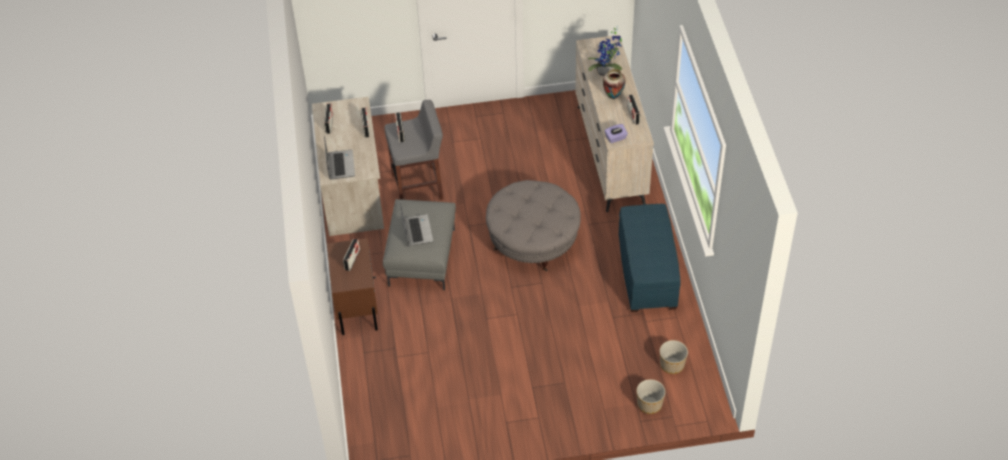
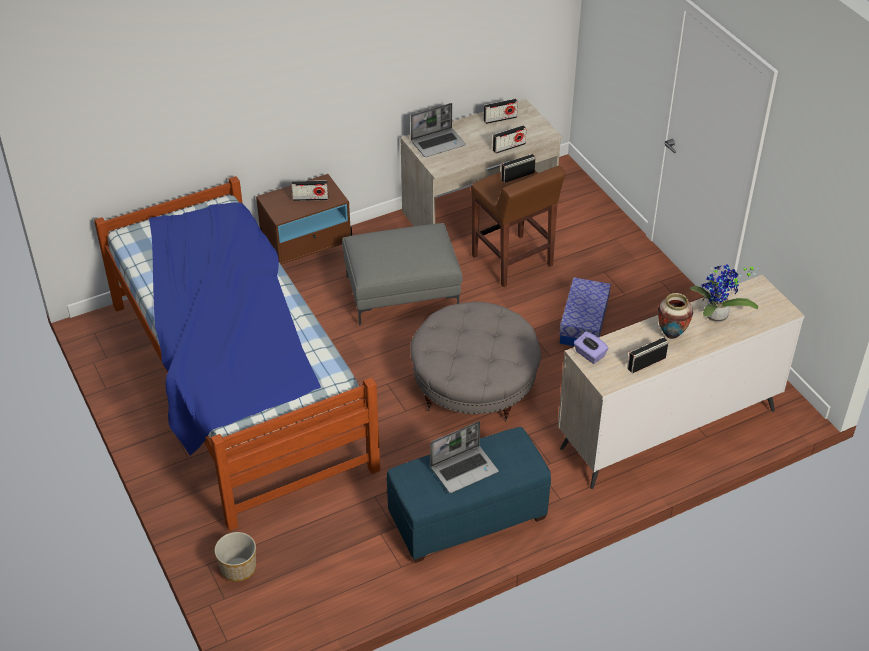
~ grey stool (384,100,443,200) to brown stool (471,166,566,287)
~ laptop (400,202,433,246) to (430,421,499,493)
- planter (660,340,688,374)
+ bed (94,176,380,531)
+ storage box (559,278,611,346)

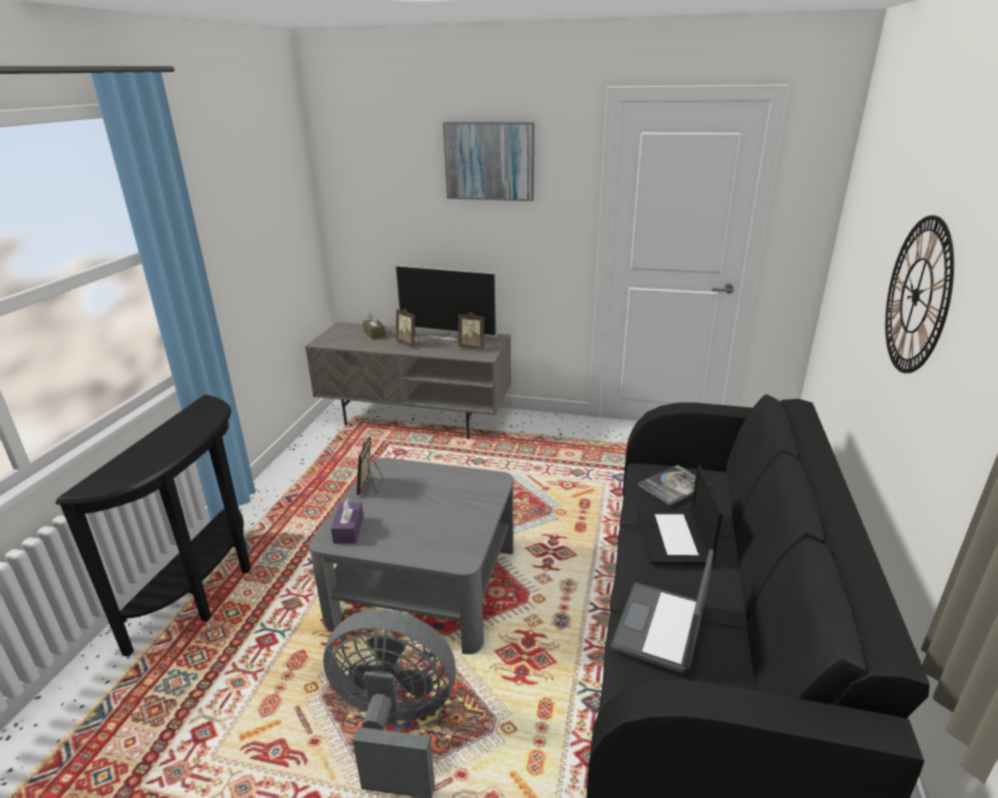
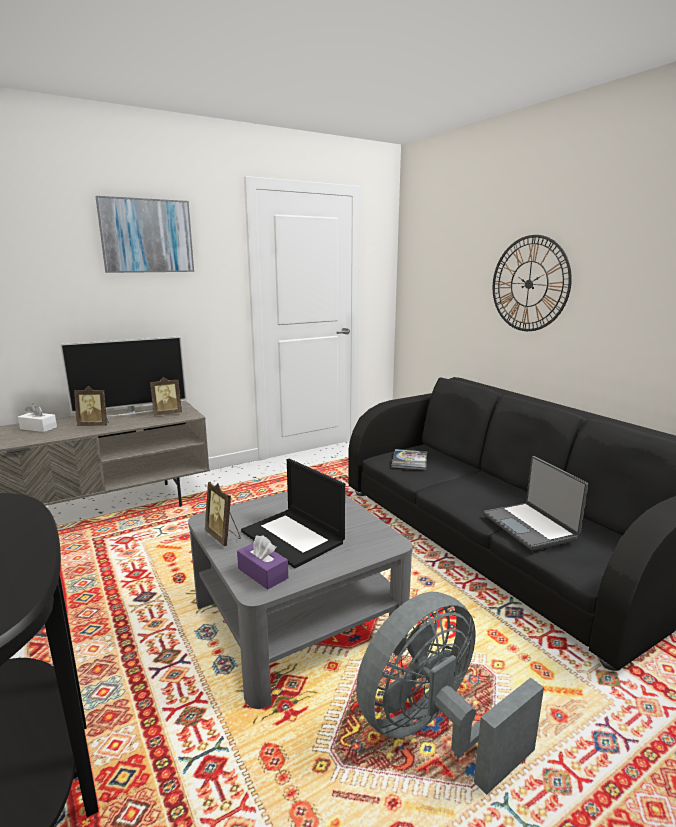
~ brown tissue box (363,313,386,340) to white tissue box (18,403,57,432)
~ laptop (637,466,723,565) to (241,459,345,568)

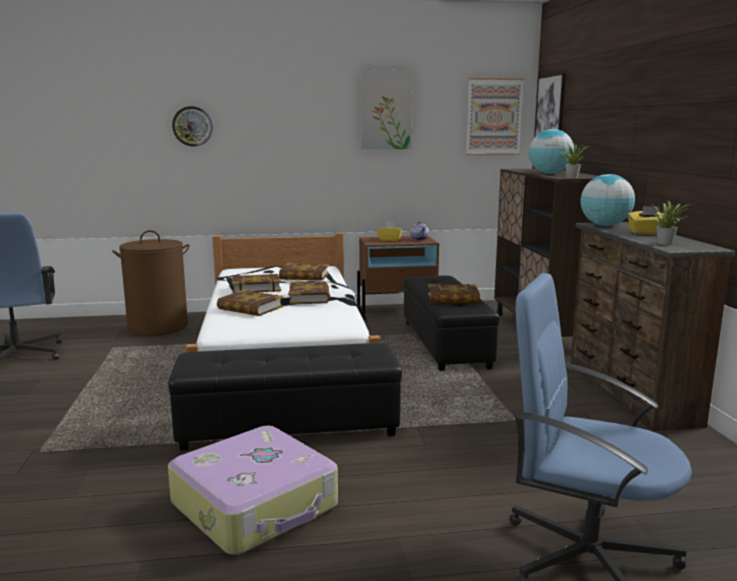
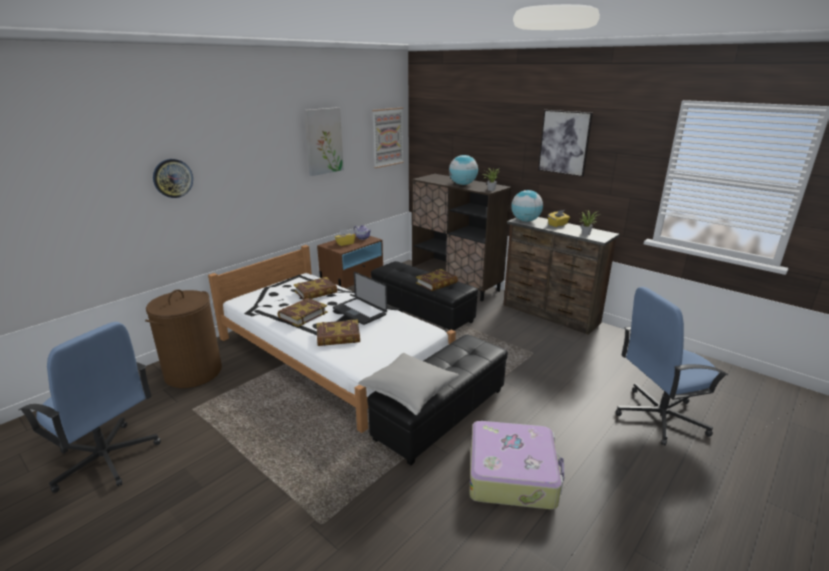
~ book (289,281,330,304) to laptop (333,272,387,325)
~ picture (535,73,566,136) to (538,110,593,177)
+ grey pillow (358,353,459,415)

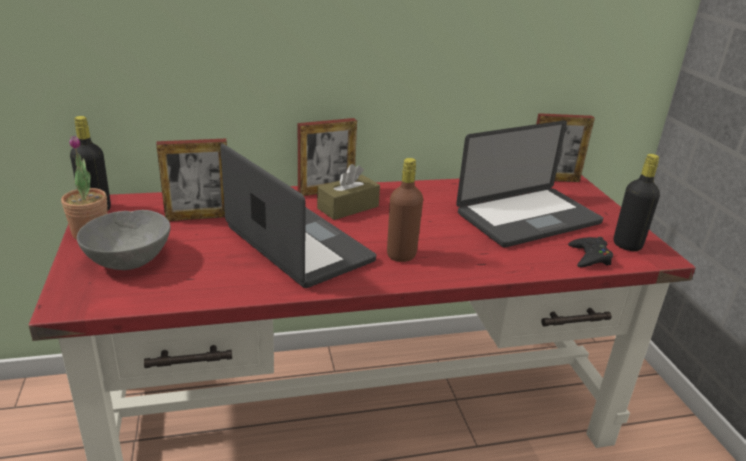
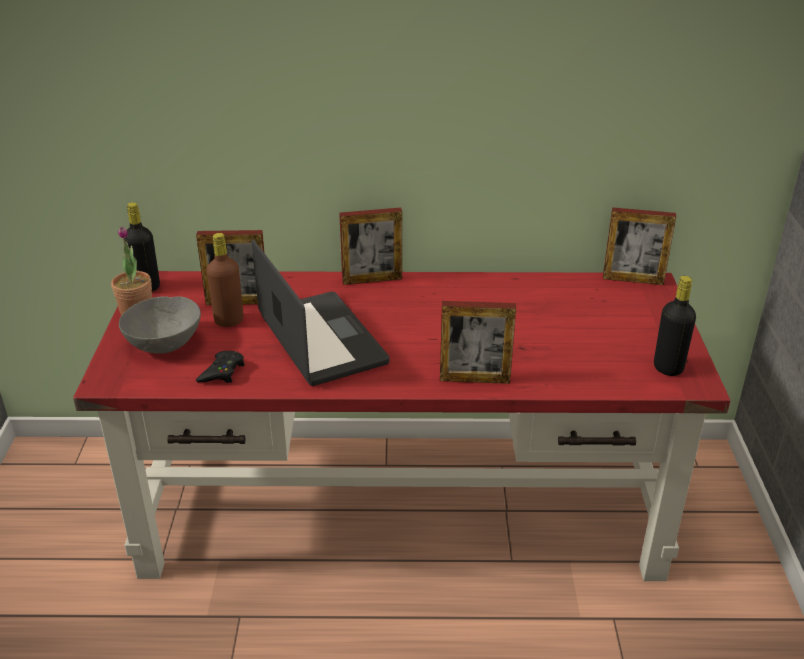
- brown tissue box (317,164,380,220)
~ brown bottle (387,158,423,262) to (206,233,243,327)
- laptop (456,120,603,247)
~ black game controller (568,237,613,267) to (196,351,245,383)
+ picture frame (440,301,516,384)

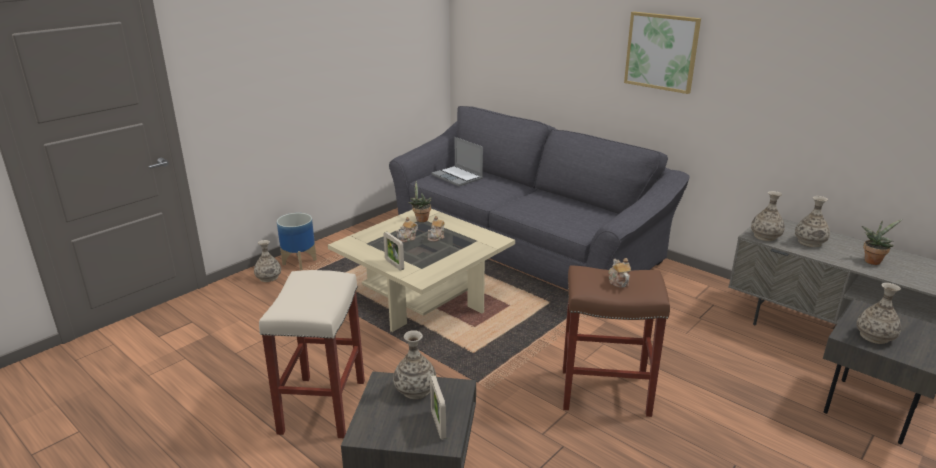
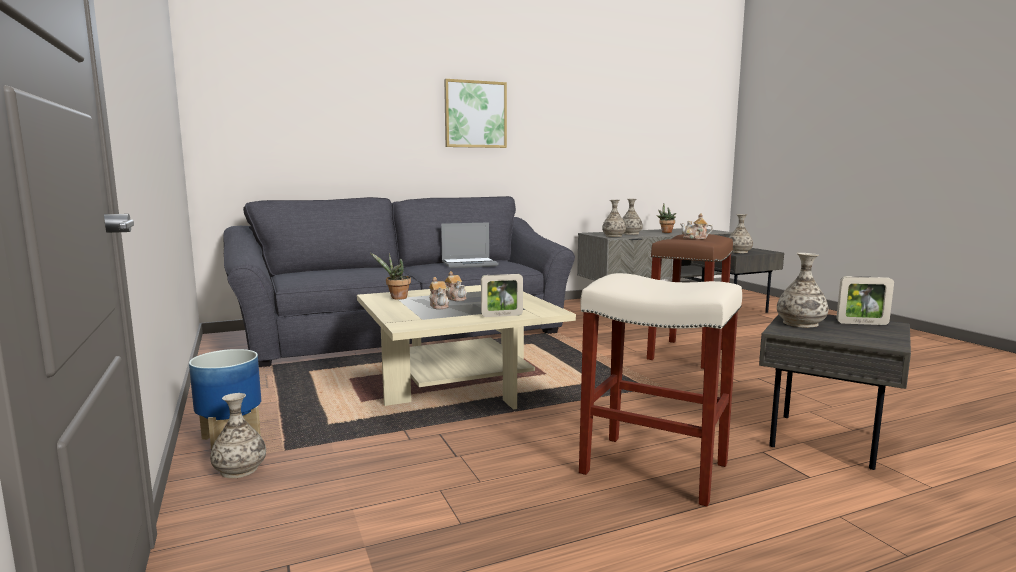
~ laptop (432,137,483,186) to (441,222,498,268)

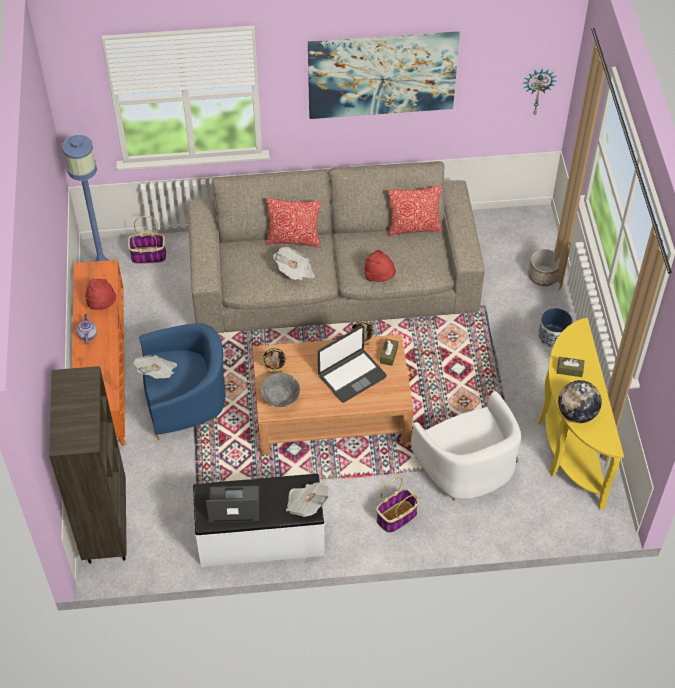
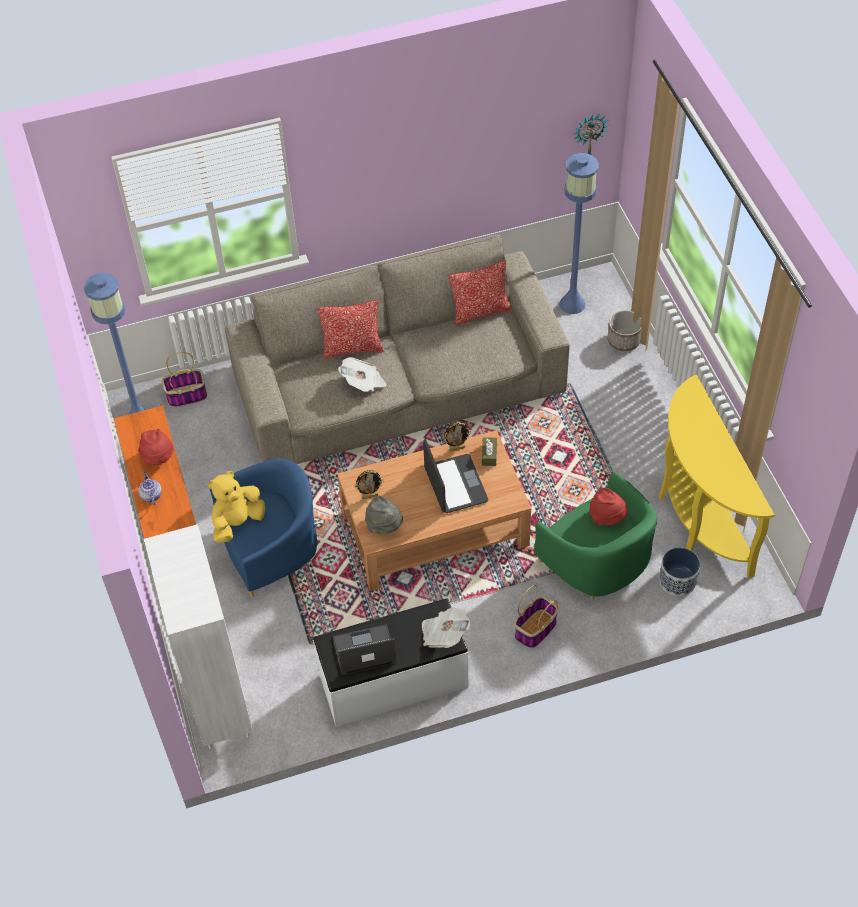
~ brown bookcase (49,366,127,564) to white bookcase (144,525,253,749)
~ newspaper (133,355,177,379) to yellow plush toy (208,471,265,543)
~ grey bowl (261,373,300,407) to grey hat (365,496,403,534)
- picture (308,31,460,119)
~ laptop (318,325,387,403) = (423,439,488,513) 60 degrees counterclockwise
~ red hat (364,250,396,282) to (589,488,628,525)
~ white armchair (411,391,521,501) to green armchair (534,472,657,600)
~ planter (538,308,573,349) to (659,547,700,596)
- brown tissue box (557,357,585,377)
- globe (558,380,602,423)
+ blue floor lamp (559,153,599,314)

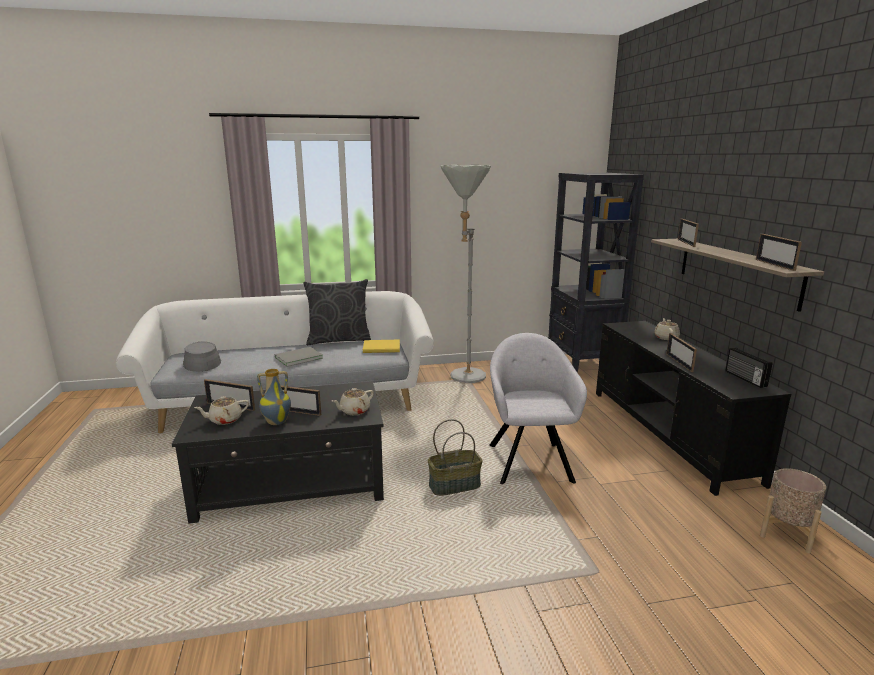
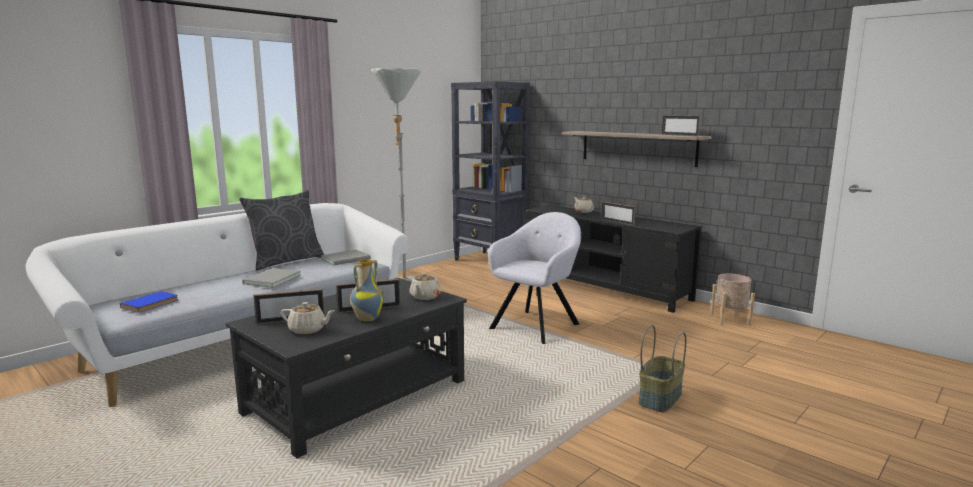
~ grey hat (183,342,221,372) to blue book (120,291,178,313)
~ beige teapot (194,396,249,425) = (281,302,335,334) 105 degrees counterclockwise
~ yellow book (363,340,400,353) to grey book (321,250,371,265)
~ basket (428,419,483,496) to (639,325,686,412)
~ grey armchair (490,333,587,484) = (488,212,581,344) 75 degrees clockwise
- picture frame (678,219,699,247)
- radio (726,348,772,388)

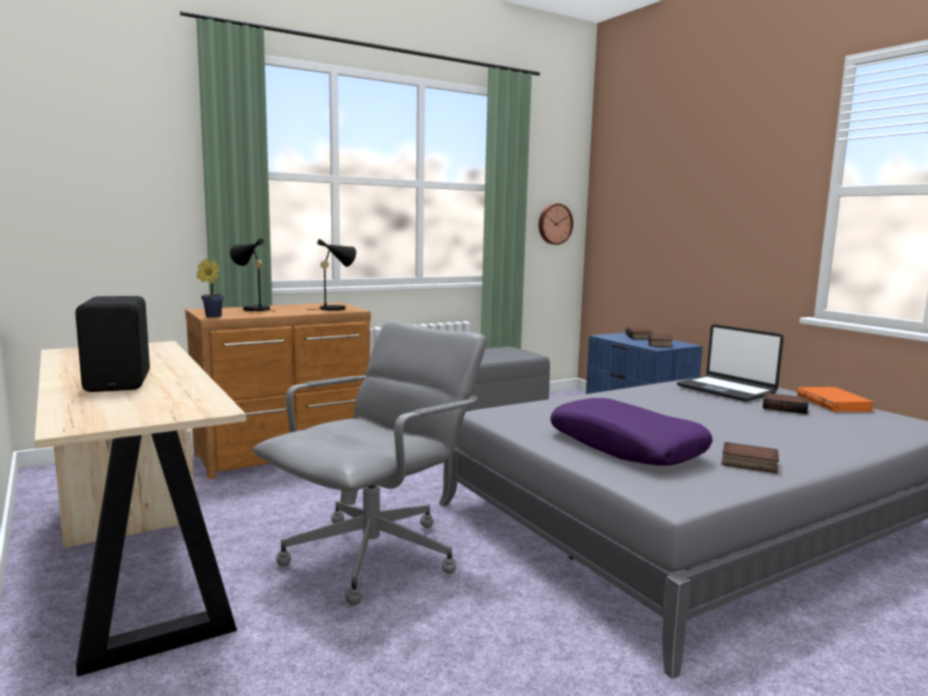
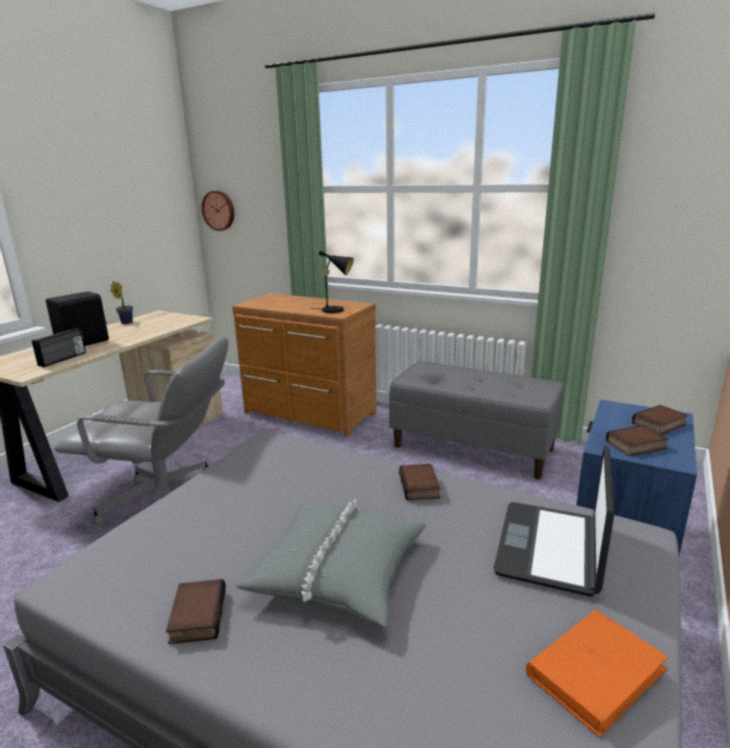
~ potted plant (197,259,224,318) to (110,281,133,324)
- black table lamp (230,238,273,311)
~ wall clock (539,204,573,245) to (202,191,234,231)
- purple pillow (550,398,713,466)
~ book (763,393,808,414) to (399,464,440,500)
+ radio (32,328,86,367)
+ grey pillow (236,499,426,627)

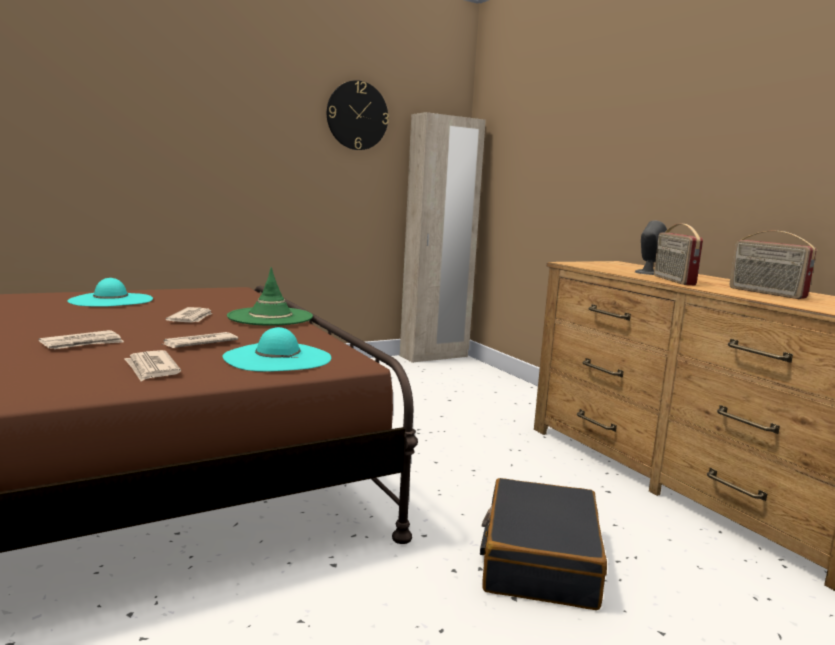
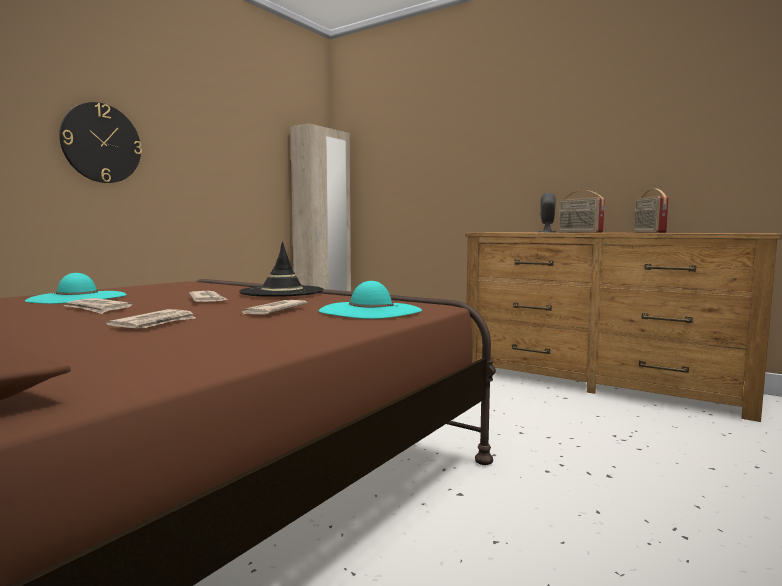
~ newspaper (124,350,181,381) to (64,298,132,314)
~ green hat (227,267,313,326) to black hat (239,242,323,297)
~ wall clock (327,80,389,150) to (59,102,142,183)
- black suitcase (480,478,607,610)
~ radio (729,231,816,299) = (634,188,669,233) 60 degrees clockwise

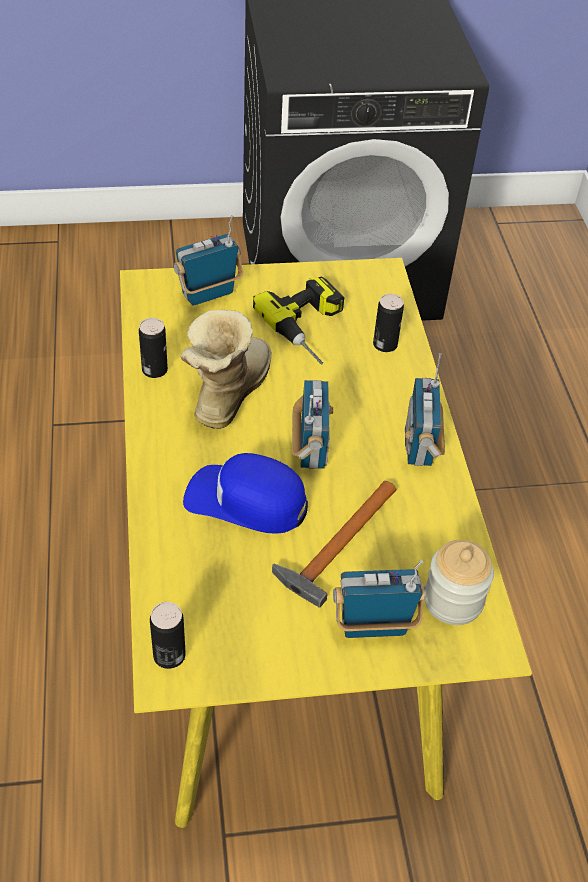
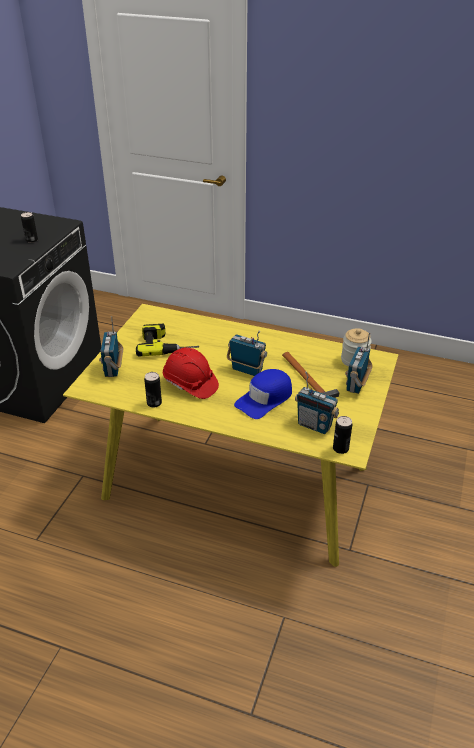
~ boot (180,310,271,429) to red hard hat (163,348,219,399)
~ can (373,294,404,352) to (21,212,38,243)
~ radio (405,353,445,466) to (295,372,339,434)

